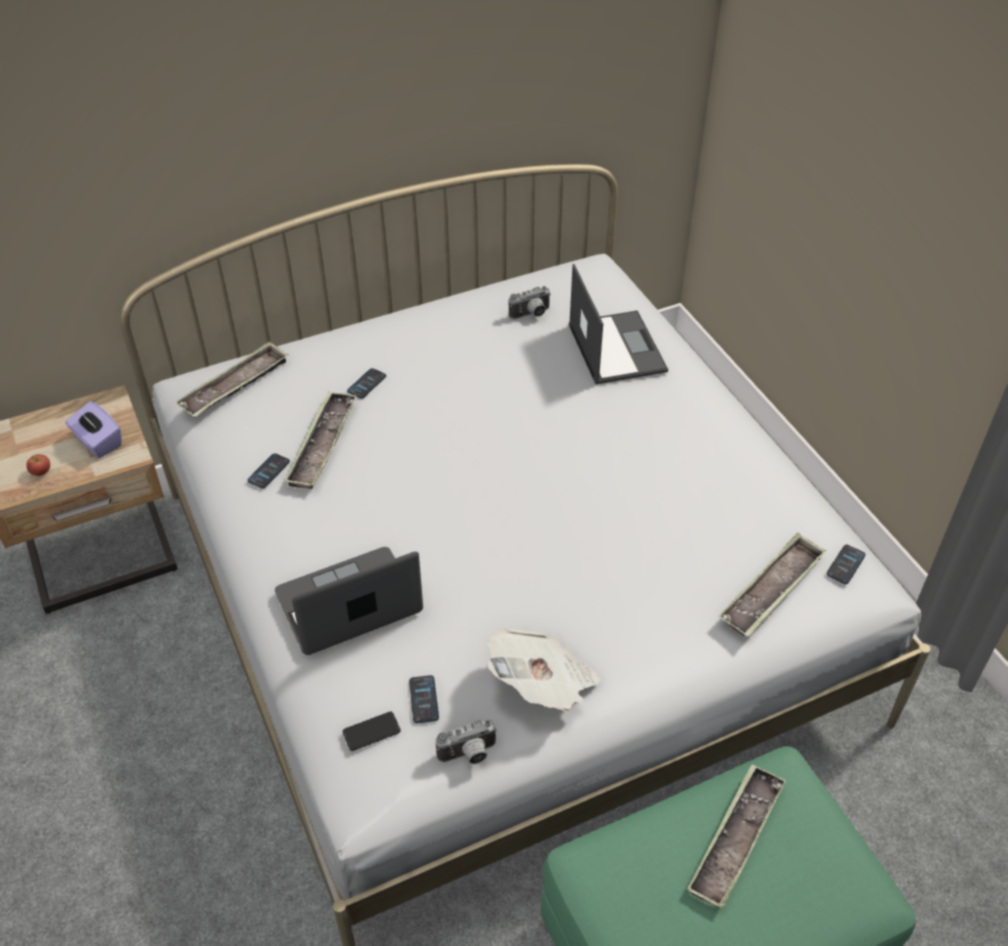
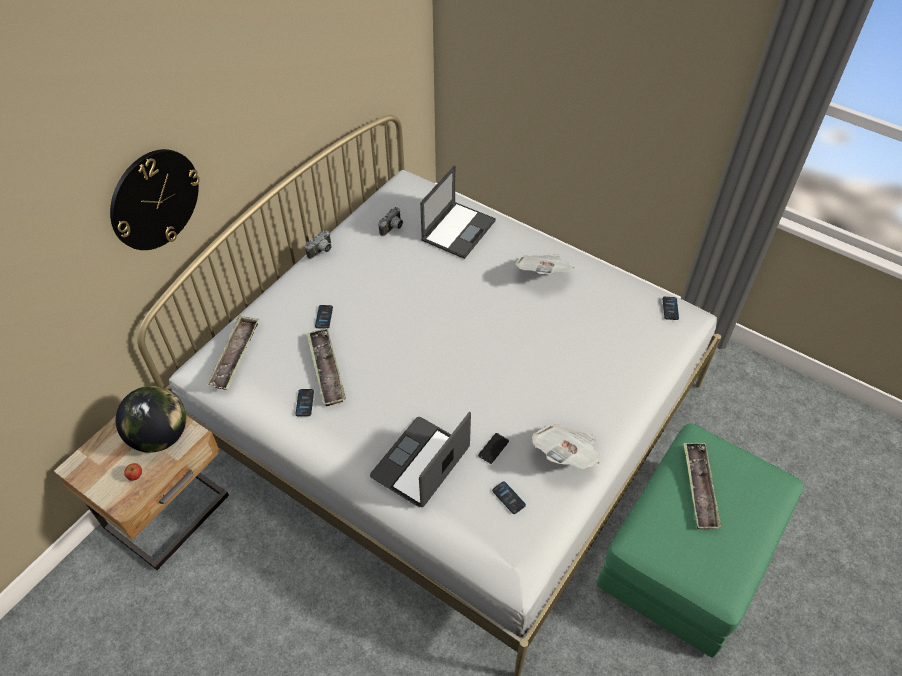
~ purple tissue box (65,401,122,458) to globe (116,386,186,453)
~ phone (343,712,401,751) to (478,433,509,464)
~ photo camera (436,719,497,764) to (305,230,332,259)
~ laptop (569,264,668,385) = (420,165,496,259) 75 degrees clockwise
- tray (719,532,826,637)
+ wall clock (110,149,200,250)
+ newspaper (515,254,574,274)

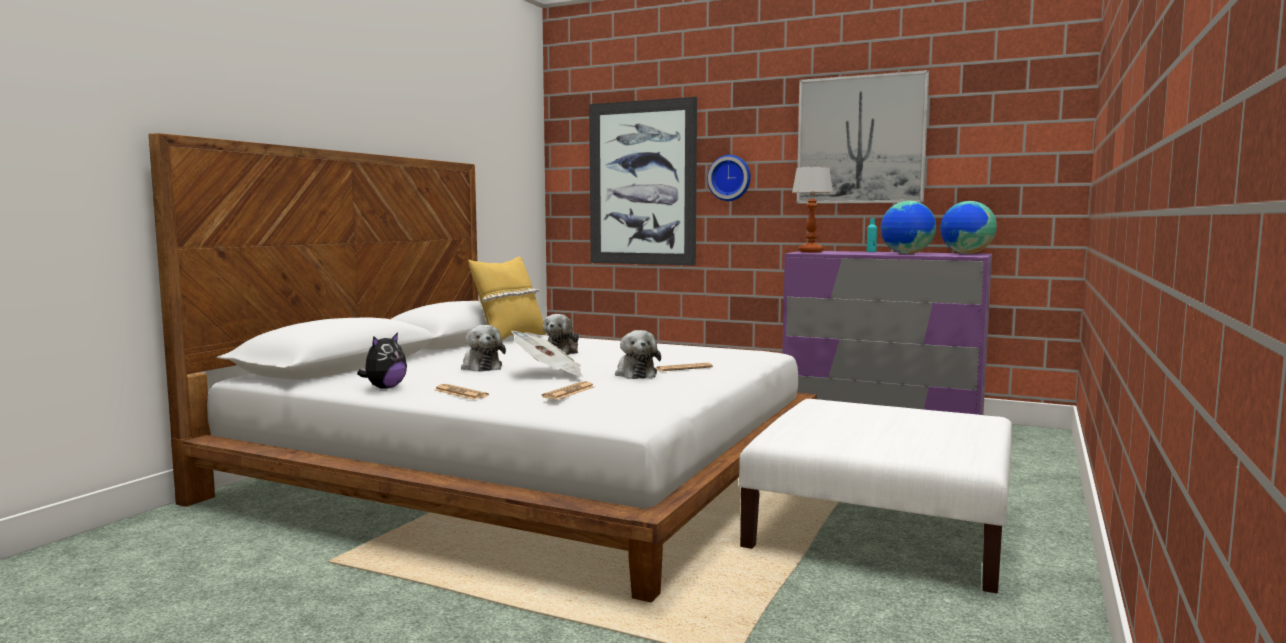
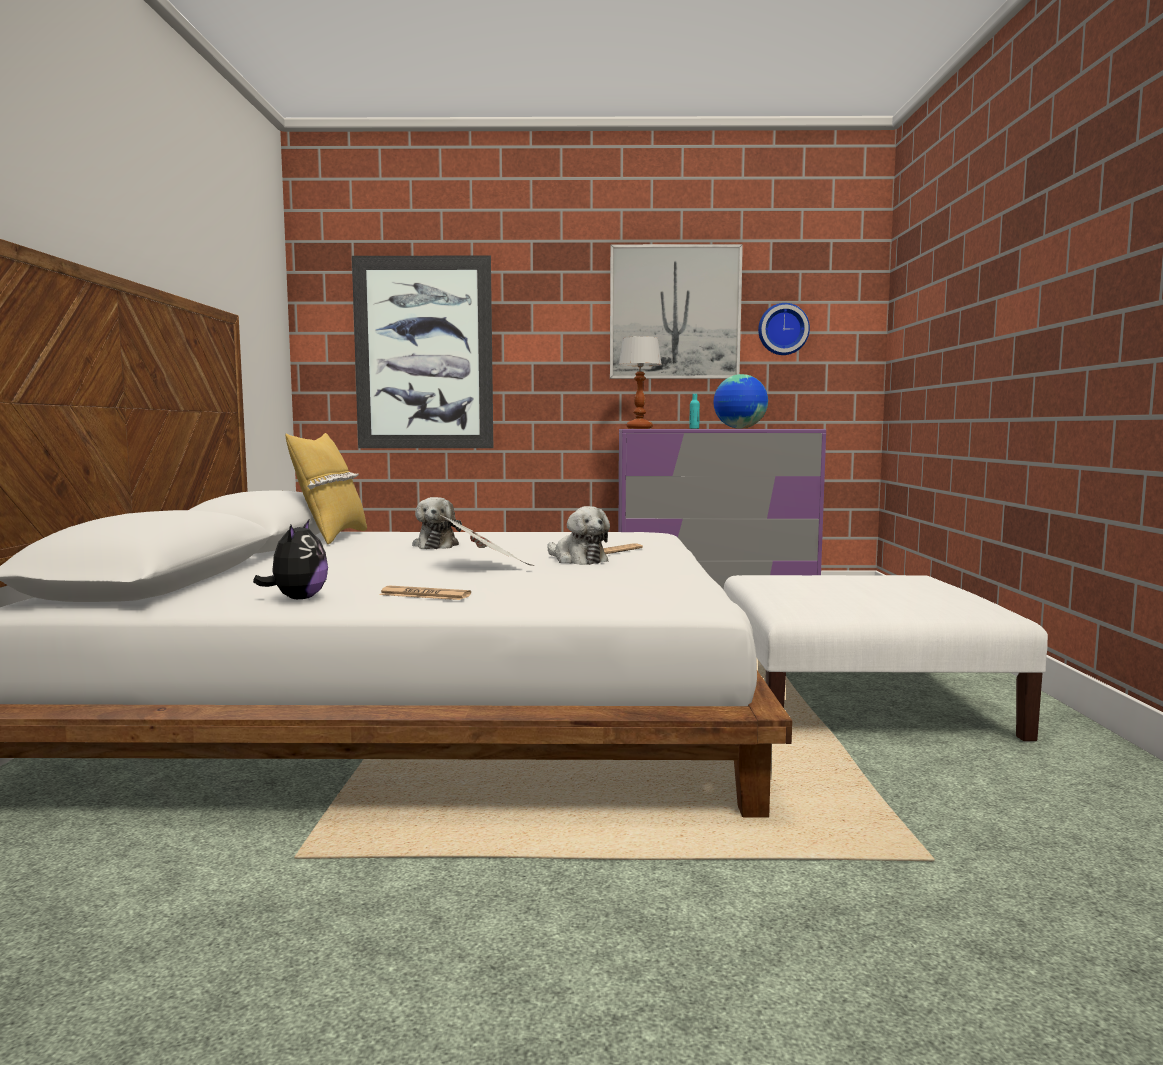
- plush toy (461,325,506,371)
- newspaper (542,381,595,399)
~ wall clock (707,155,751,201) to (758,303,810,355)
- globe (940,201,997,254)

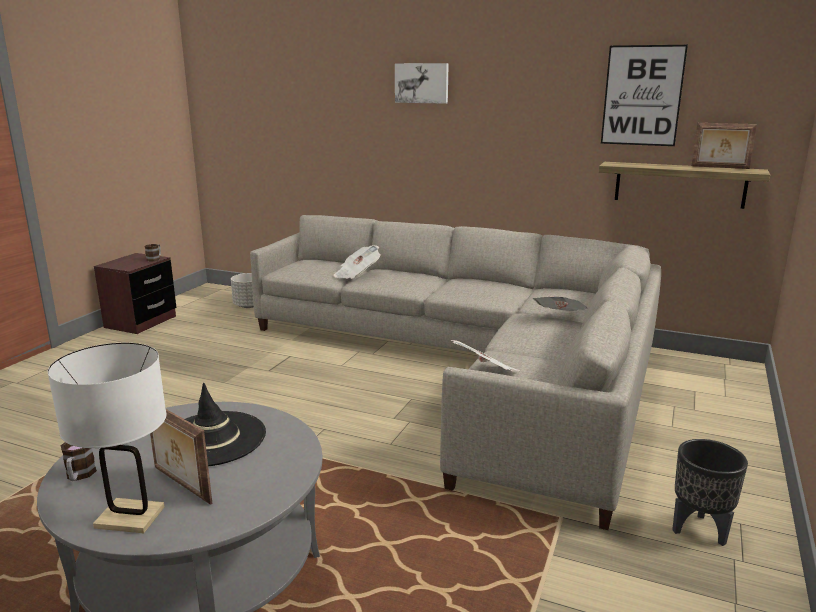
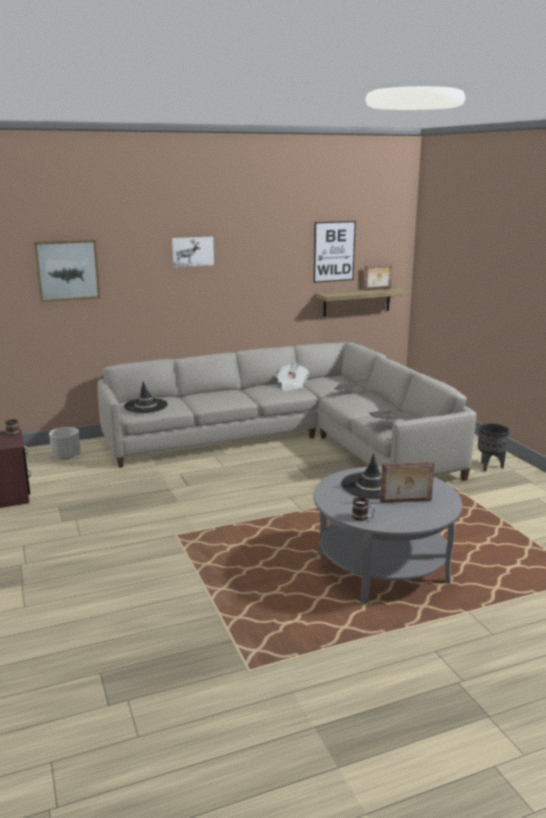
- white table lamp (48,343,167,533)
~ newspaper (334,245,380,279) to (277,363,309,390)
+ picture (34,239,100,302)
+ black hat (124,381,168,413)

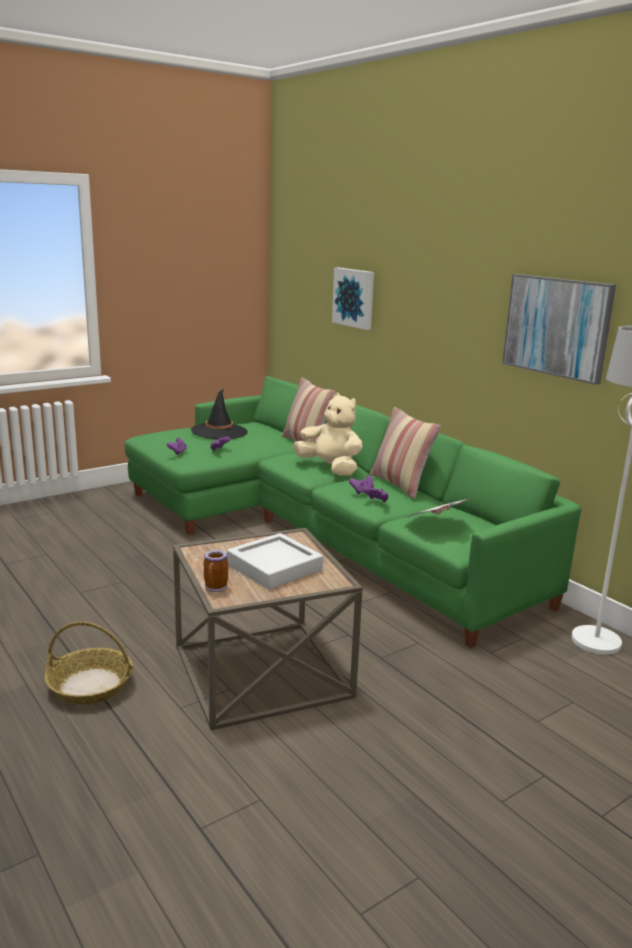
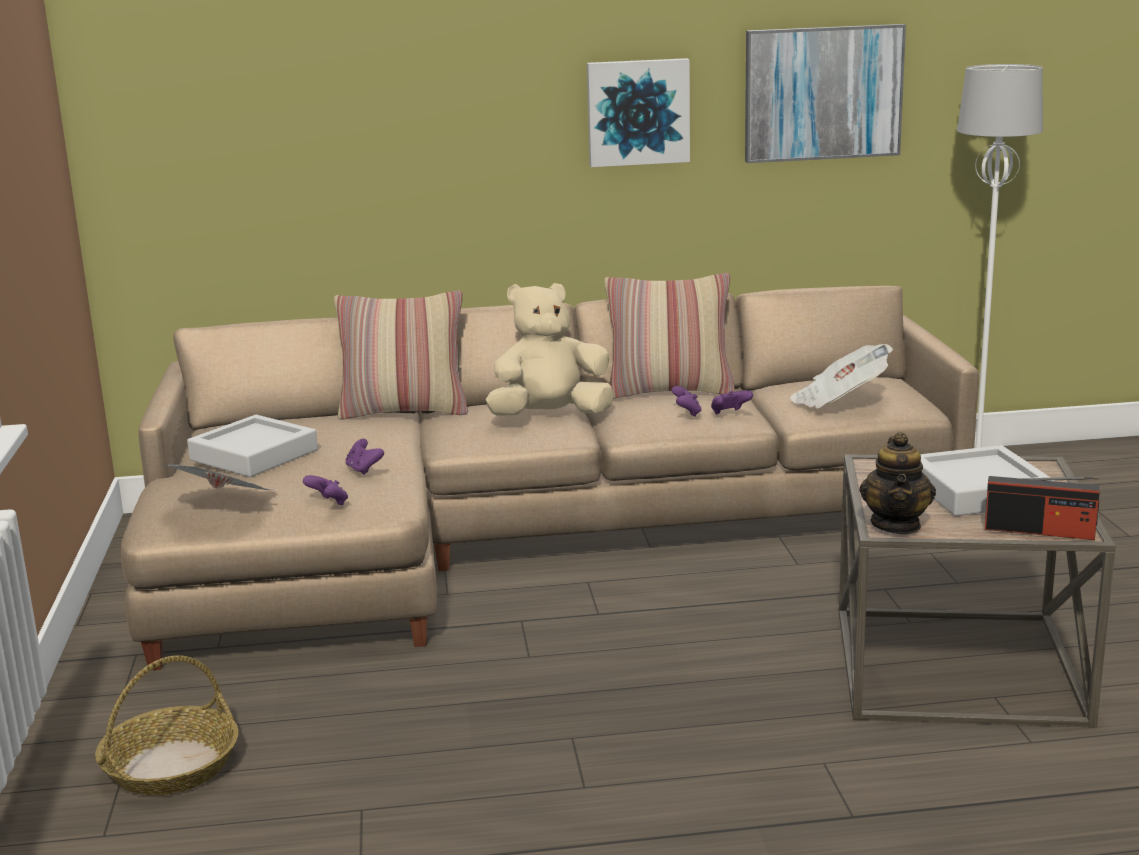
~ basket (45,622,133,705) to (95,655,239,796)
~ green sofa (125,376,581,648) to beige sofa (121,286,979,670)
~ black hat (191,388,248,439) to grey tray (187,415,318,477)
~ mug (204,550,228,592) to radio (985,476,1100,540)
~ picture (332,268,374,330) to (587,58,690,167)
+ newspaper (162,465,276,490)
+ teapot (859,432,936,534)

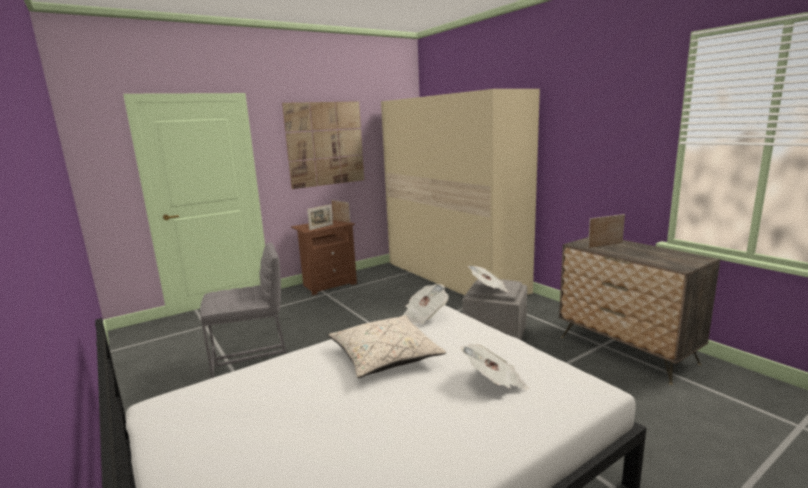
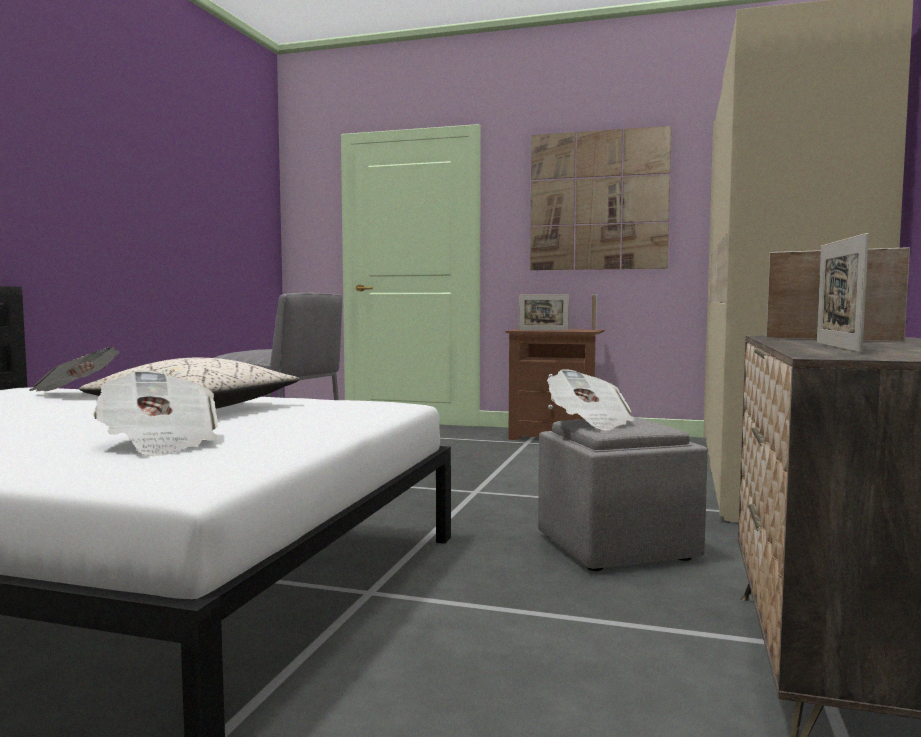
~ newspaper (402,284,449,324) to (30,347,119,391)
+ picture frame (817,233,869,352)

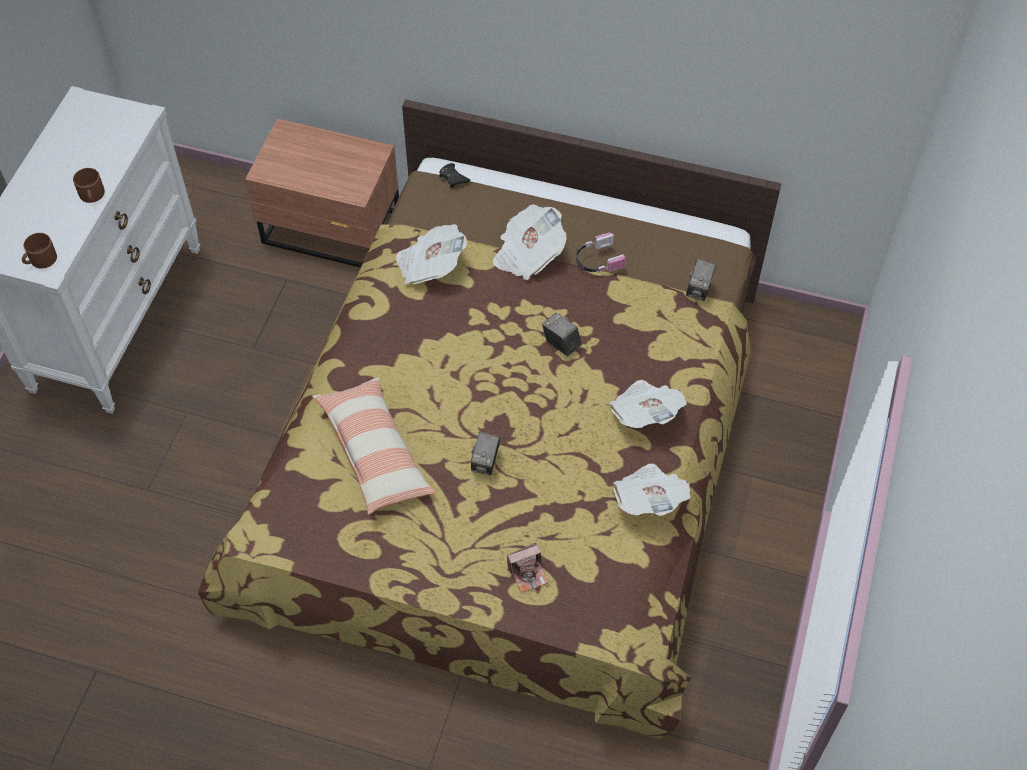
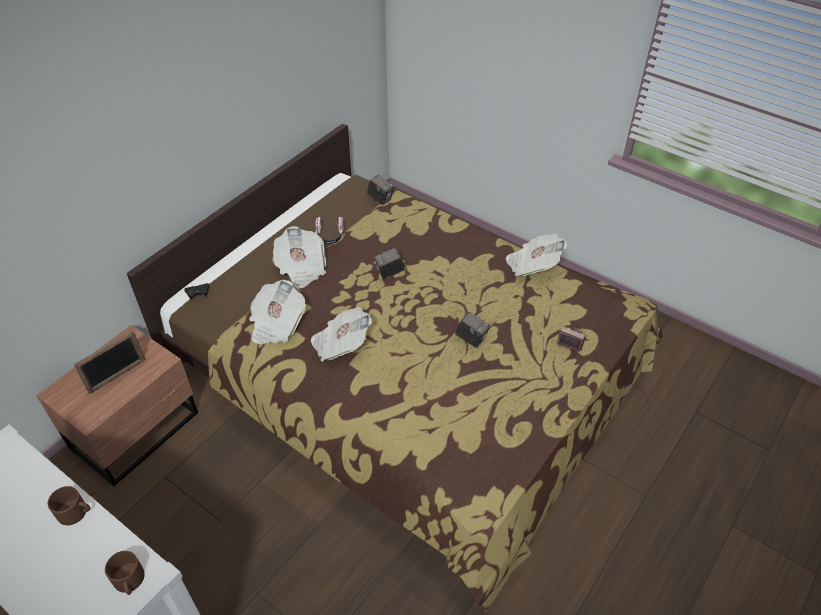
- pillow (312,377,436,515)
~ photo camera (507,543,549,593) = (557,325,587,352) 60 degrees counterclockwise
~ newspaper (608,380,687,428) to (311,307,372,362)
+ picture frame (74,330,145,394)

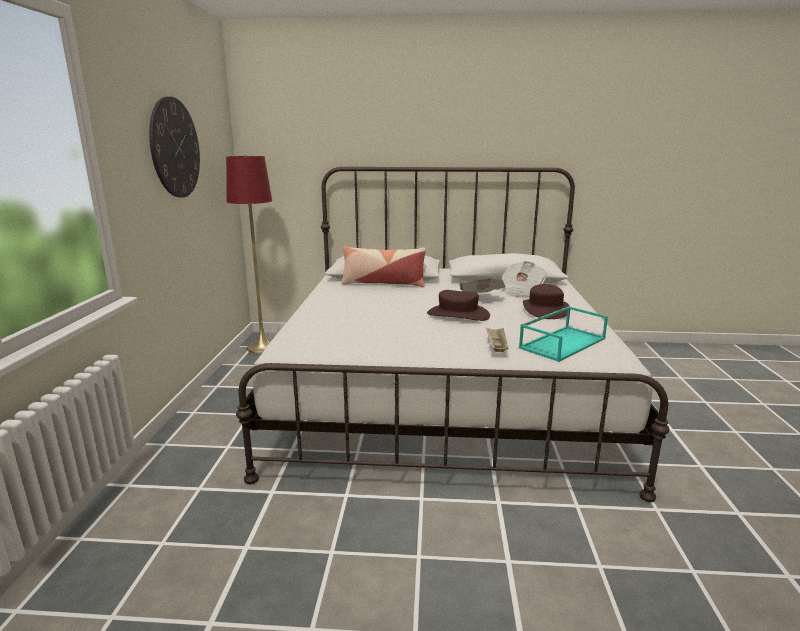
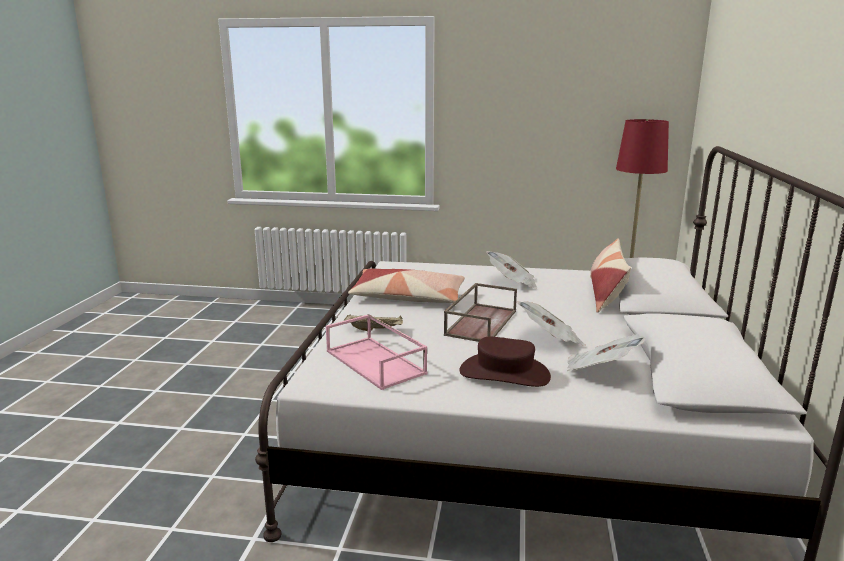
- wall clock (149,96,200,198)
~ brown hat (427,290,490,321) to brown tray (444,283,517,342)
~ turquoise tray (519,306,608,362) to pink tray (326,314,427,390)
+ pillow (348,269,465,303)
+ newspaper (486,251,538,289)

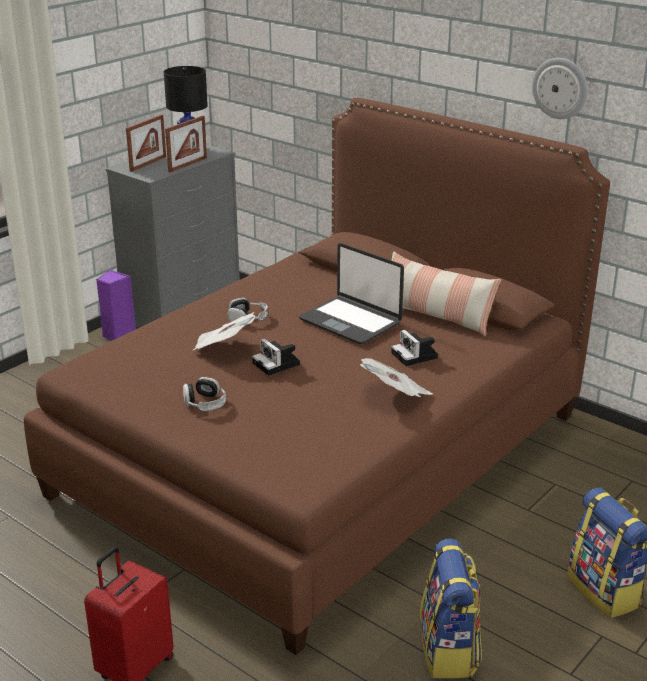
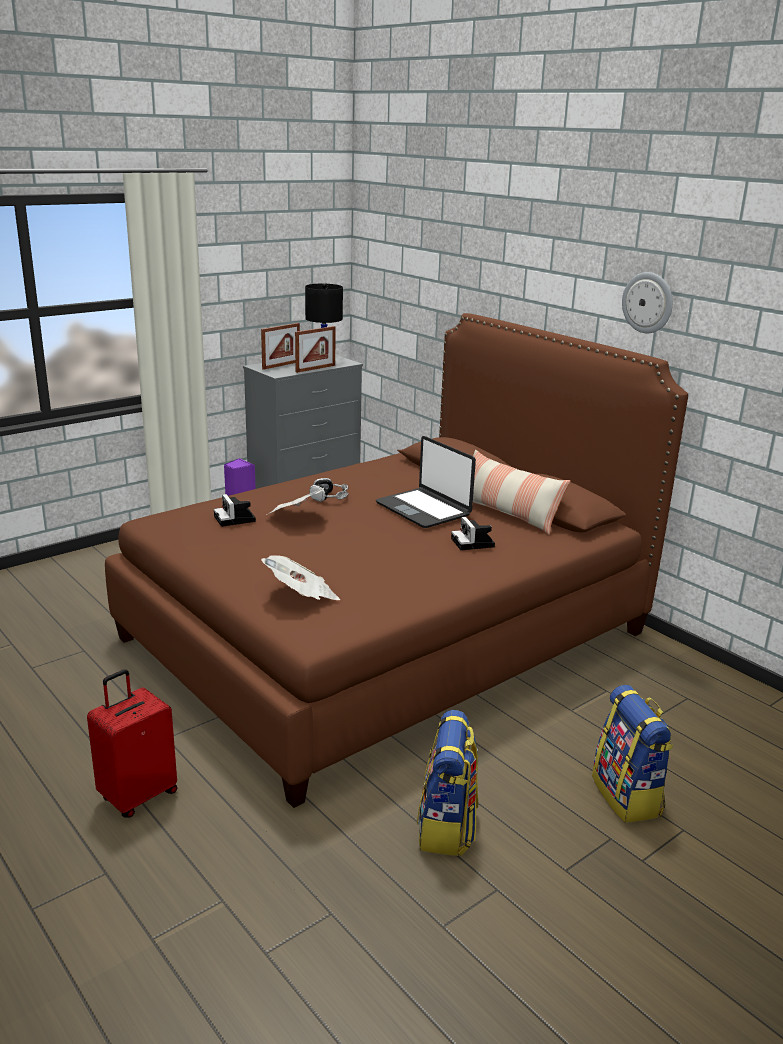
- headphones (183,377,226,411)
~ photo camera (252,339,300,376) to (214,494,256,527)
~ newspaper (360,358,433,397) to (261,555,340,600)

